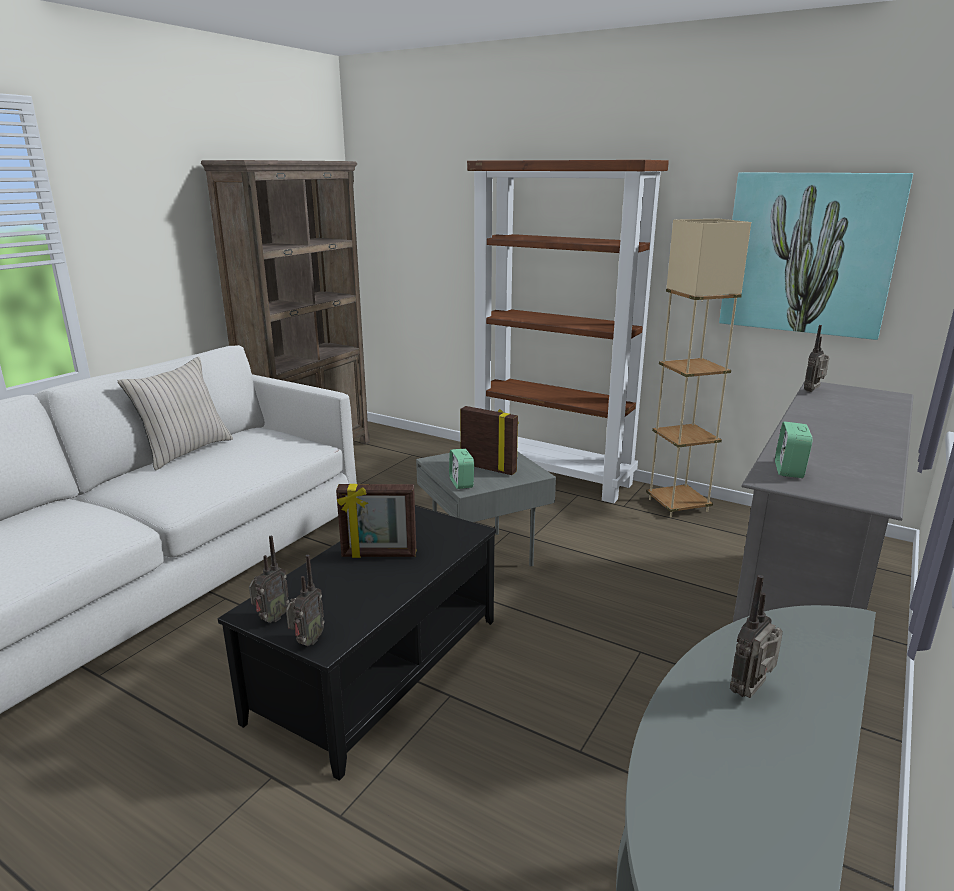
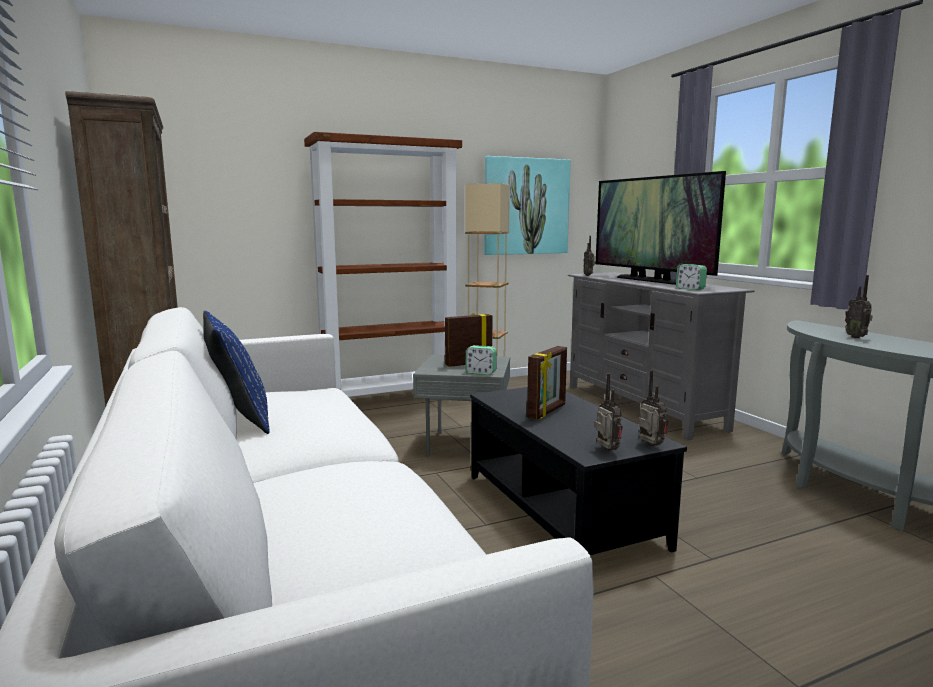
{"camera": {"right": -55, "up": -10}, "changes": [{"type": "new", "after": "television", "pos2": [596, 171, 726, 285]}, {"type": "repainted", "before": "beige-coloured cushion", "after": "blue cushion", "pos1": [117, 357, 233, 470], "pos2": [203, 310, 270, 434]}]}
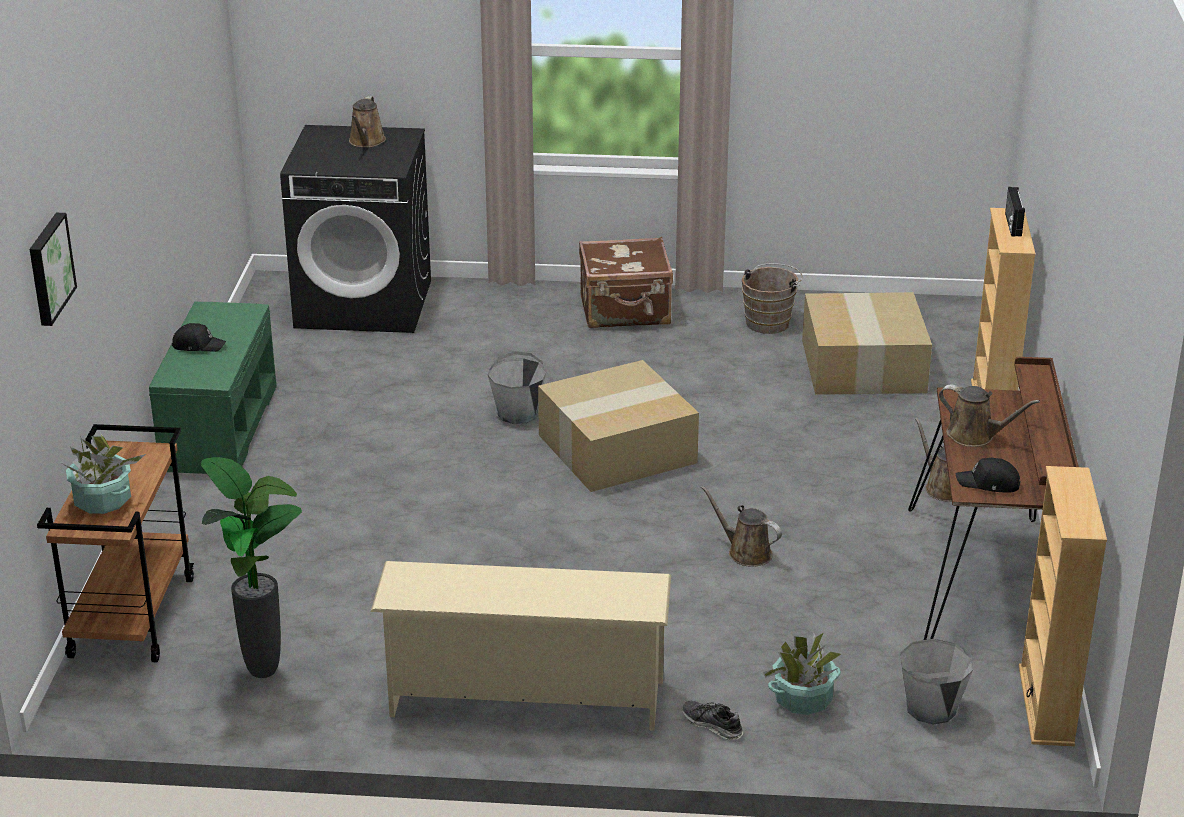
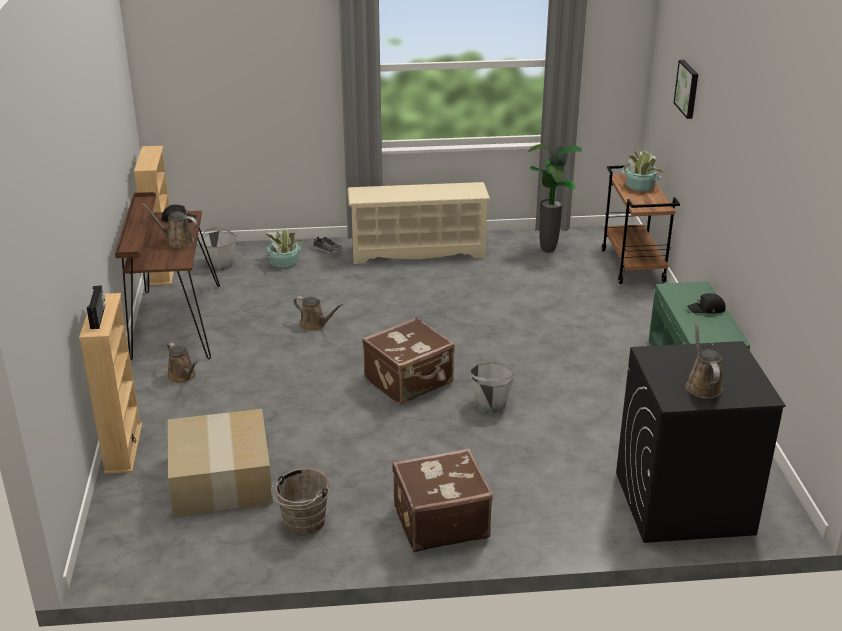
{"camera": {"right": 170, "up": 0}, "changes": [{"type": "swapped", "before": "cardboard box", "after": "brown-coloured travel case", "pos1": [538, 360, 699, 492], "pos2": [362, 317, 455, 405]}]}
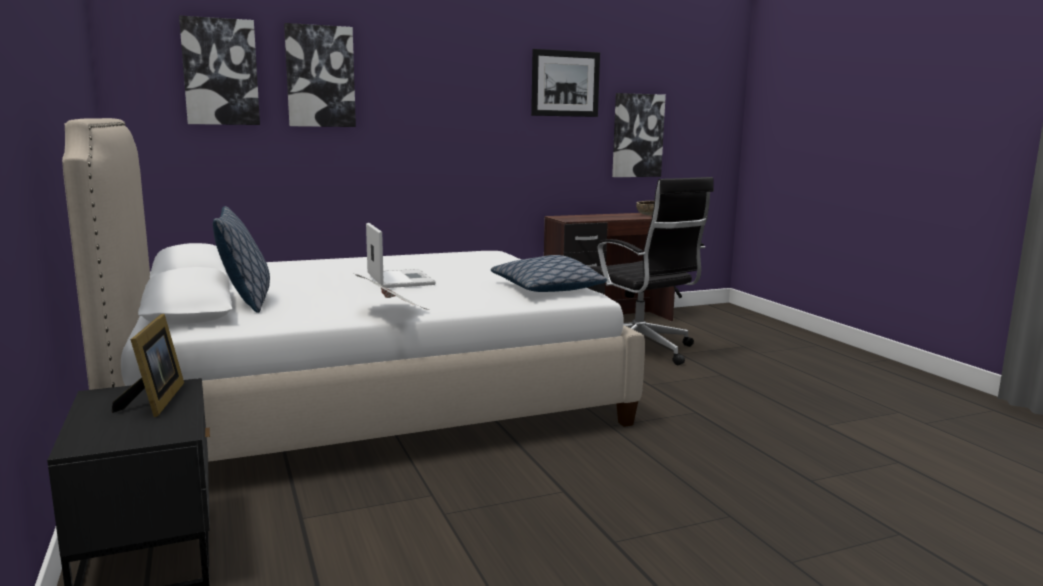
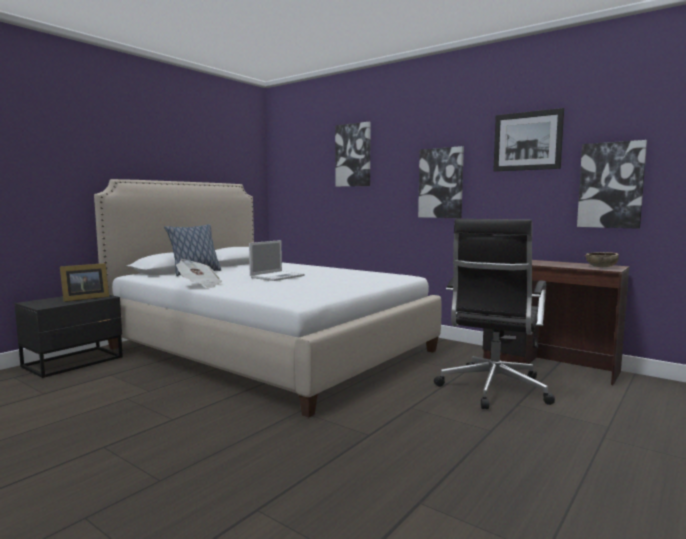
{"camera": {"right": 60, "up": -5}, "changes": [{"type": "gone", "before": "cushion", "pos1": [491, 255, 607, 292]}, {"type": "shifted", "before": "wall art", "pos1": [179, 15, 260, 125], "pos2": [418, 146, 464, 218]}]}
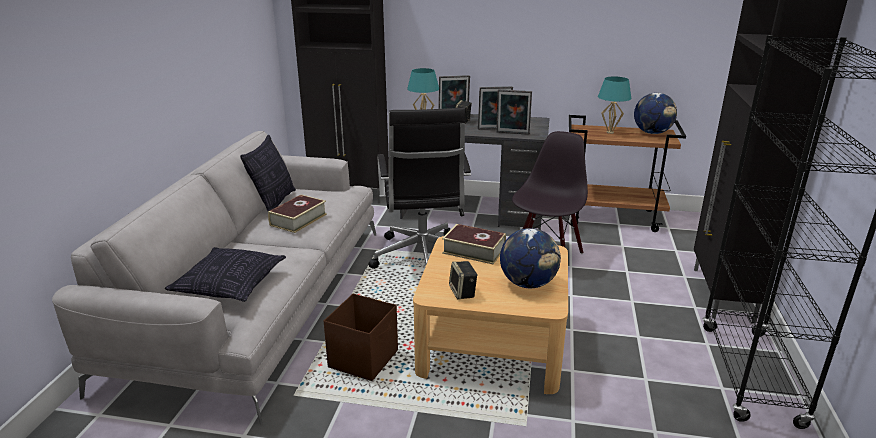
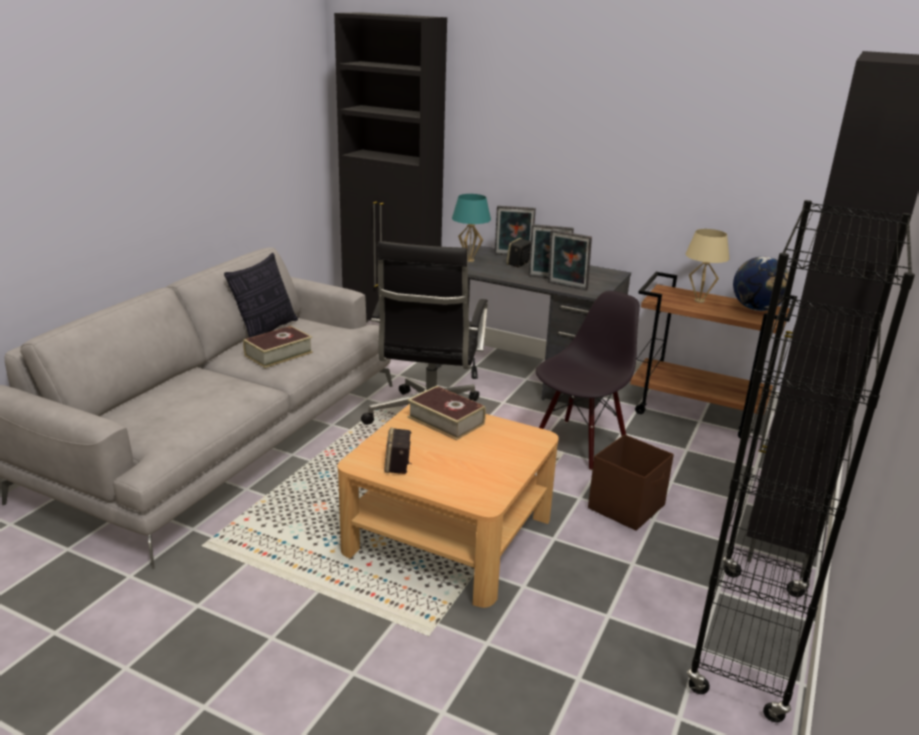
{"camera": {"right": 15, "up": 0}, "changes": [{"type": "gone", "before": "cushion", "pos1": [165, 247, 286, 302]}, {"type": "gone", "before": "globe", "pos1": [500, 228, 561, 288]}, {"type": "shifted", "before": "brown-coloured storage container", "pos1": [324, 294, 398, 381], "pos2": [588, 435, 674, 531]}, {"type": "repainted", "before": "turquoise lamp for a table", "after": "beige-coloured lamp for a table", "pos1": [598, 76, 631, 134], "pos2": [686, 229, 729, 303]}]}
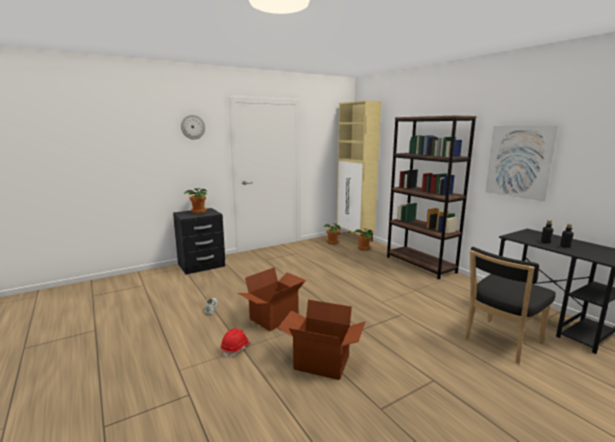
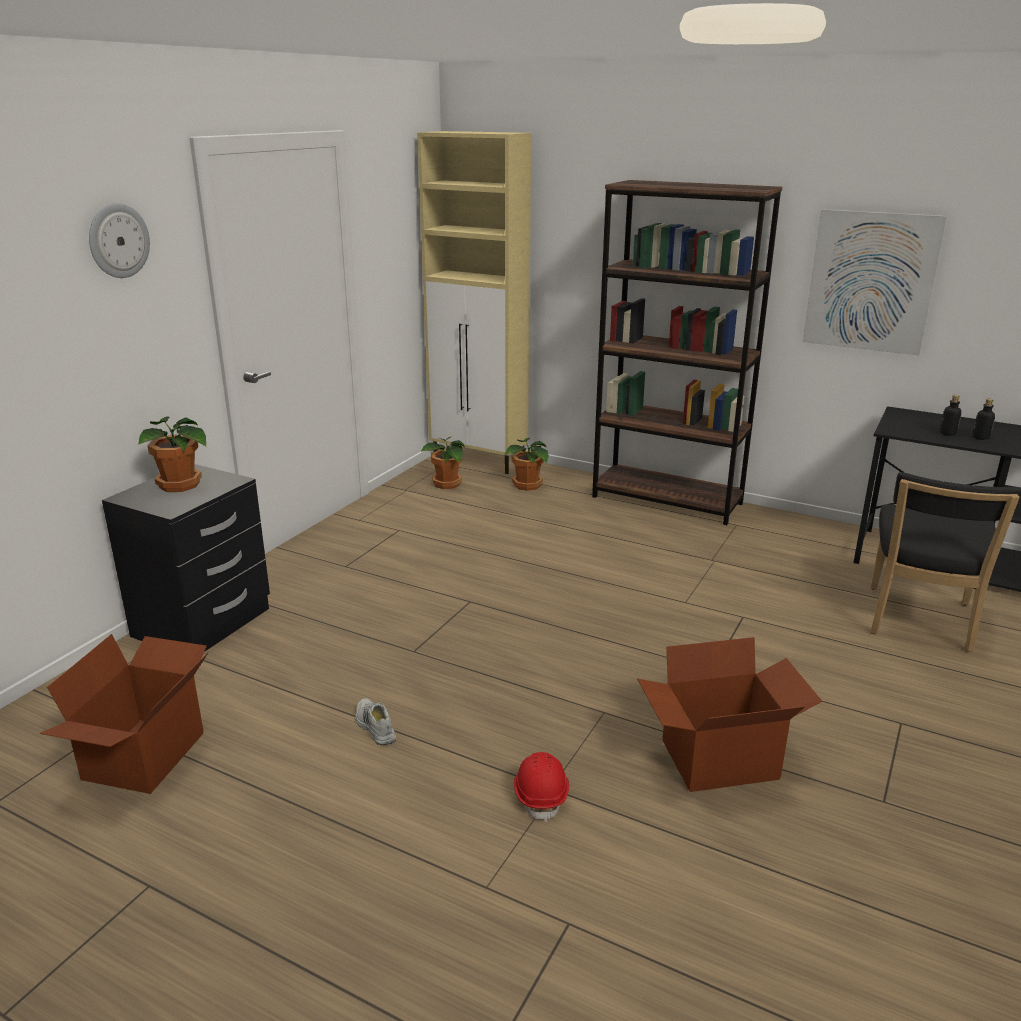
{"camera": {"right": -30, "up": 10}, "changes": [{"type": "shifted", "before": "cardboard box", "pos1": [238, 267, 307, 331], "pos2": [40, 634, 208, 794]}]}
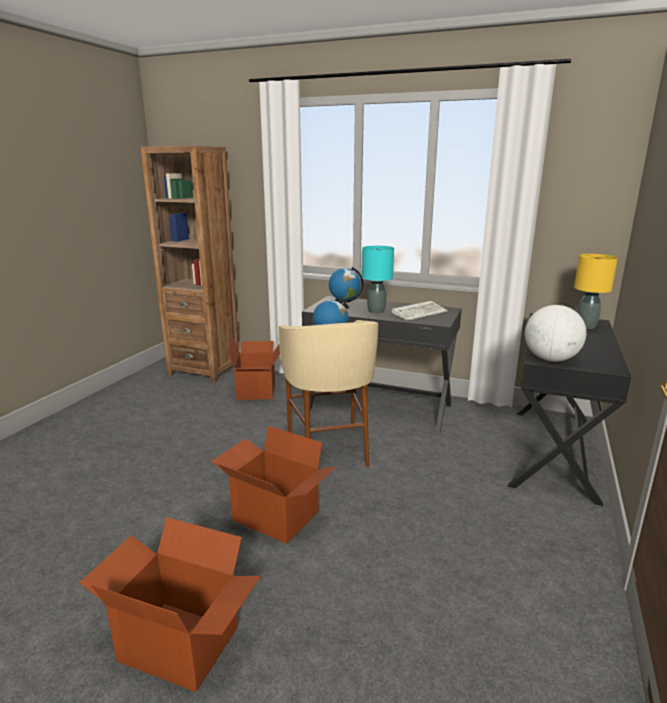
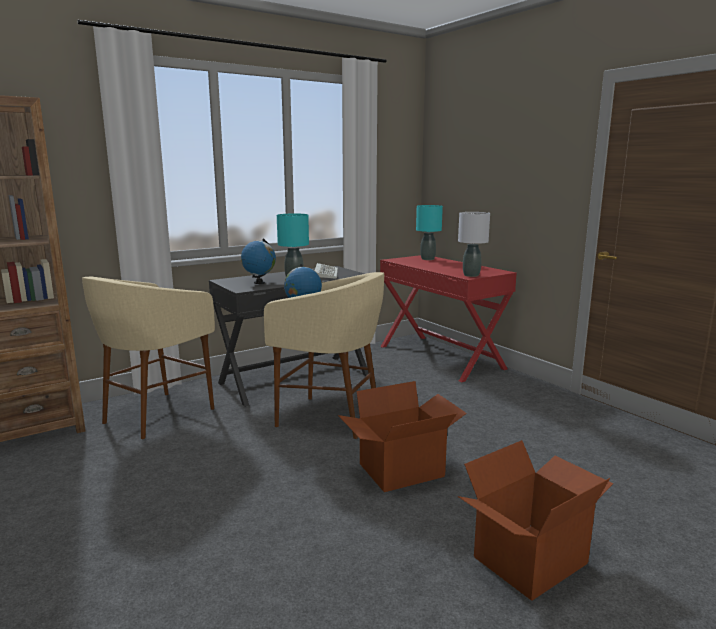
{"camera": {"right": -55, "up": -5}, "changes": [{"type": "swapped", "before": "cardboard box", "after": "beige-coloured stool seat", "pos1": [227, 338, 280, 400], "pos2": [82, 277, 215, 439]}, {"type": "swapped", "before": "globe", "after": "grey lamp for a table", "pos1": [525, 305, 587, 362], "pos2": [458, 212, 490, 277]}, {"type": "repainted", "before": "black desk unit", "after": "reddish desk unit", "pos1": [508, 313, 631, 506], "pos2": [380, 255, 517, 383]}, {"type": "repainted", "before": "yellow lamp for a table", "after": "turquoise lamp for a table", "pos1": [574, 254, 618, 329], "pos2": [416, 205, 443, 260]}]}
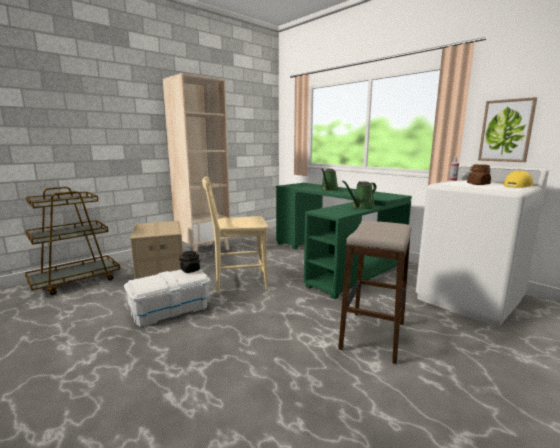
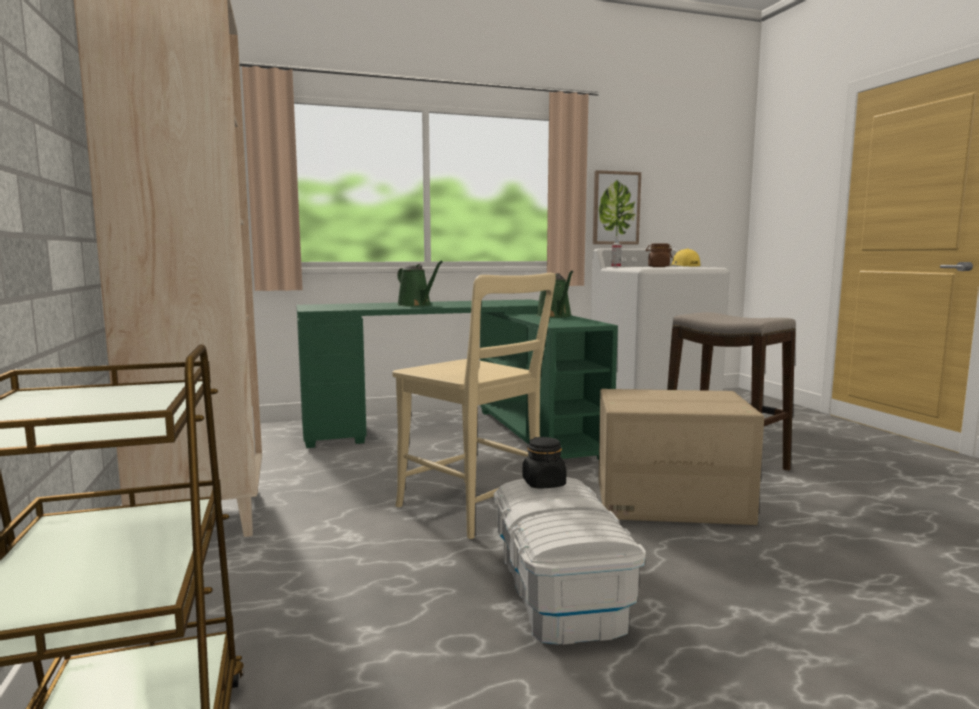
{"camera": {"right": -65, "up": -5}, "changes": [{"type": "shifted", "before": "cardboard box", "pos1": [130, 221, 183, 279], "pos2": [598, 389, 764, 525]}, {"type": "rotated", "before": "beige-coloured chair", "pos1": [202, 176, 269, 293], "pos2": [392, 273, 556, 539], "turn": -60}]}
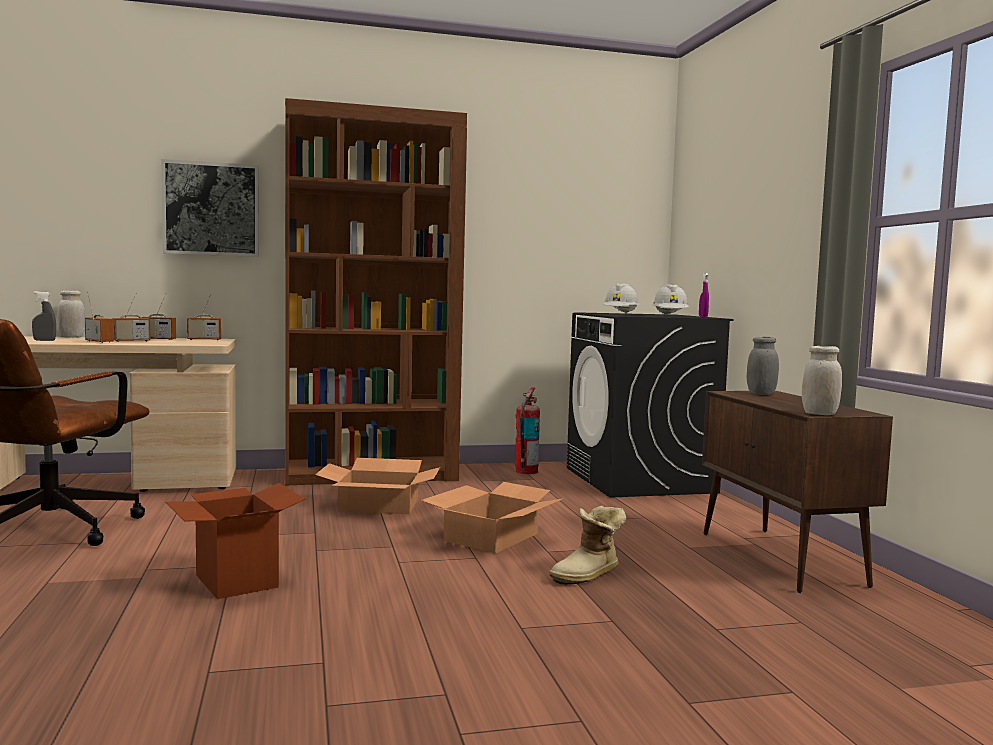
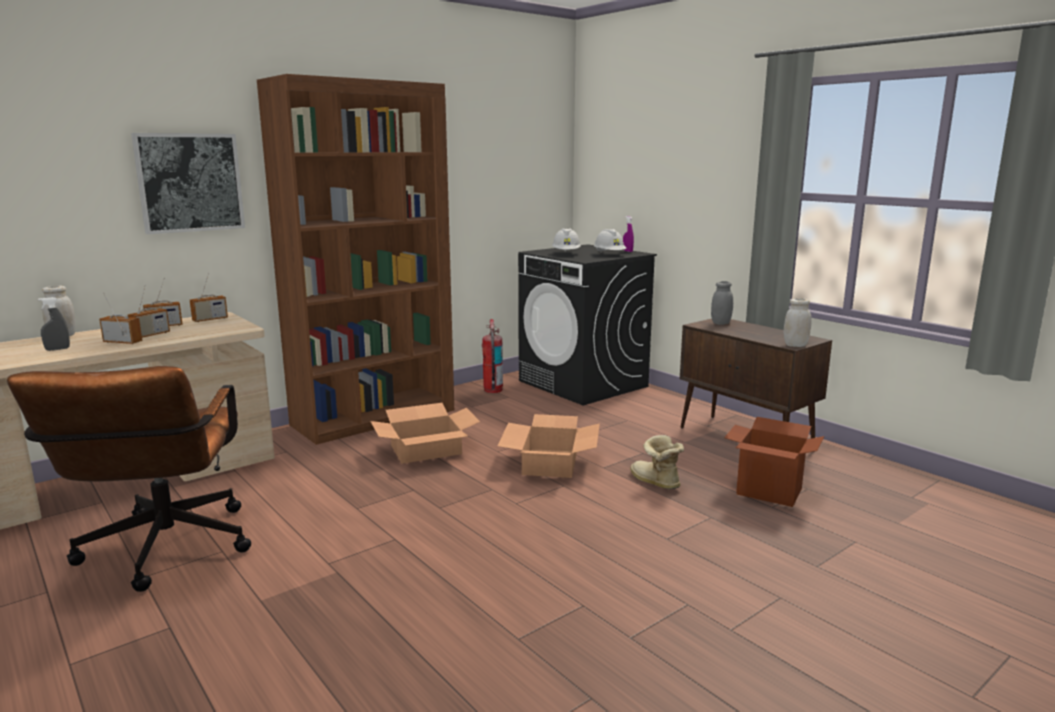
{"camera": {"right": -25, "up": 10}, "changes": [{"type": "shifted", "before": "cardboard box", "pos1": [165, 483, 306, 599], "pos2": [724, 417, 824, 507]}, {"type": "rotated", "before": "boot", "pos1": [549, 505, 626, 585], "pos2": [630, 435, 684, 490], "turn": 120}]}
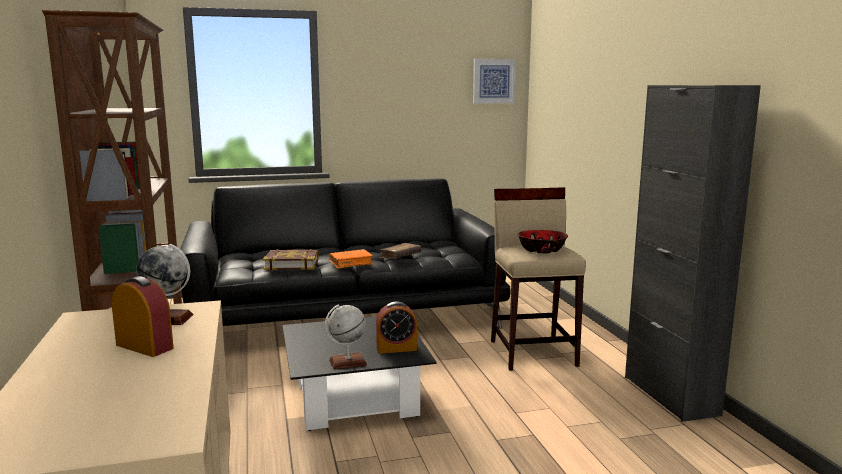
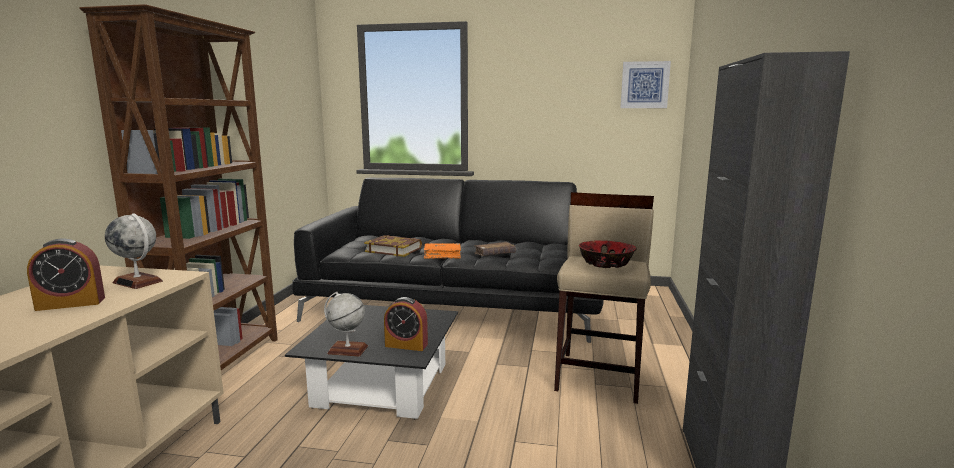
{"camera": {"right": 25, "up": 0}, "changes": [{"type": "rotated", "before": "table clock", "pos1": [112, 276, 174, 357], "pos2": [27, 238, 105, 311], "turn": 105}]}
